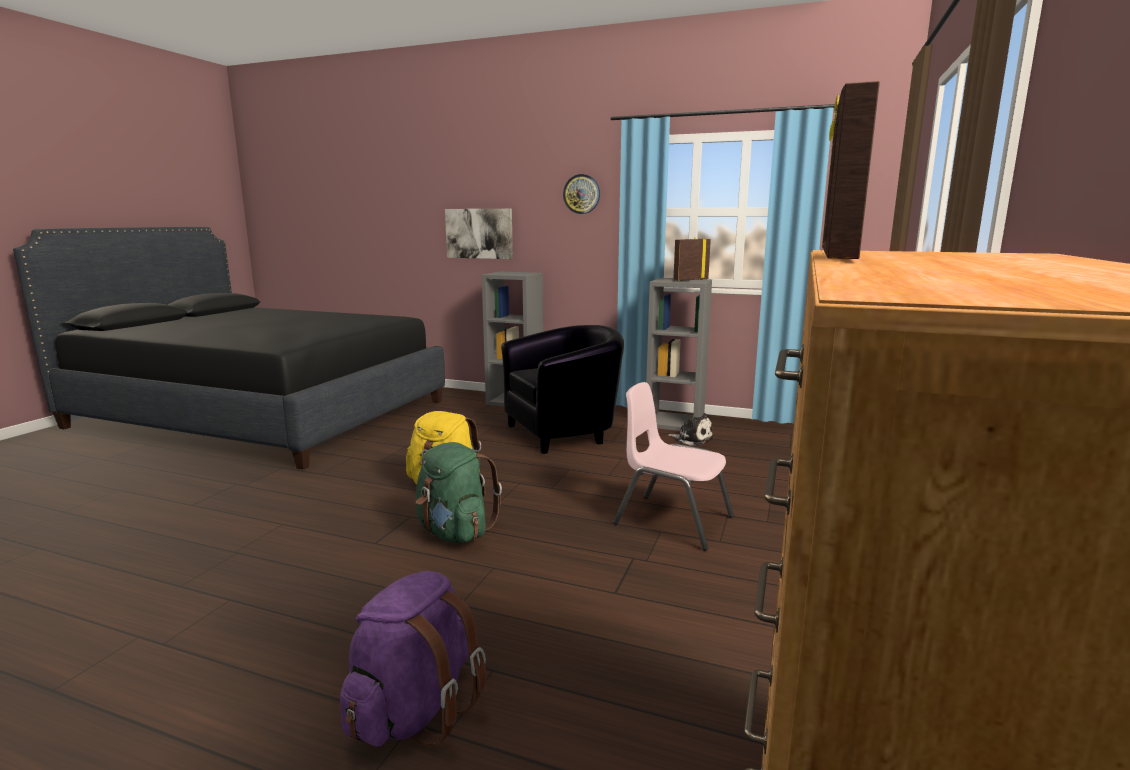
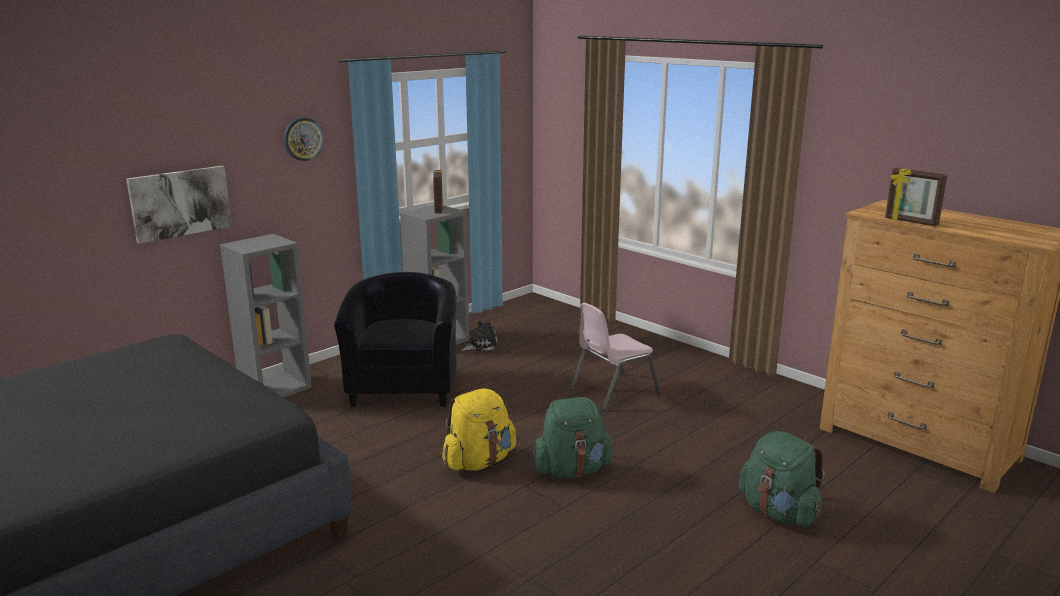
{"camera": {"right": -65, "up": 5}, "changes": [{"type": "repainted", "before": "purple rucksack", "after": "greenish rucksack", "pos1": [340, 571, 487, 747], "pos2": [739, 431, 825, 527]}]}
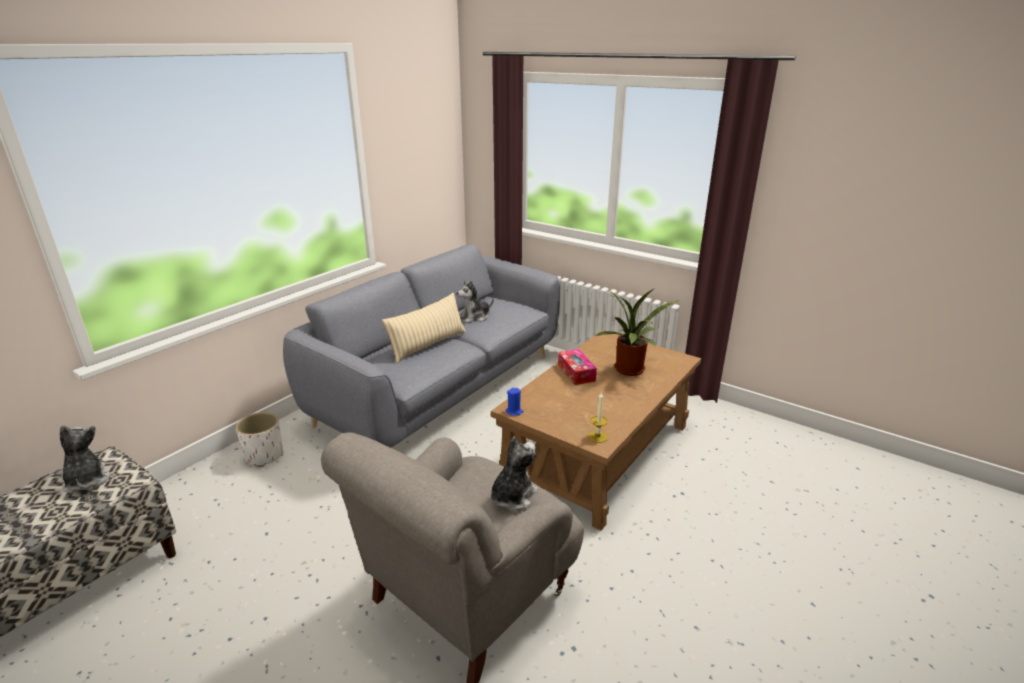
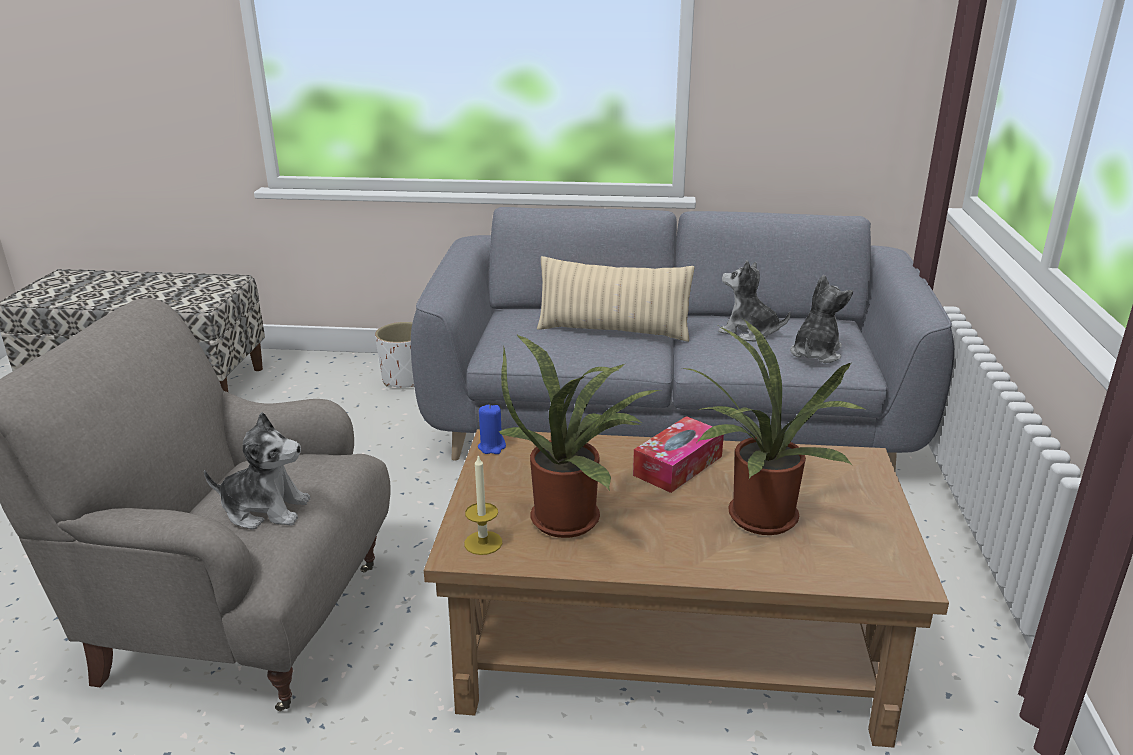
{"camera": {"right": 60, "up": 0}, "changes": [{"type": "new", "after": "plant in a pot", "pos2": [499, 335, 661, 538]}, {"type": "shifted", "before": "plush toy", "pos1": [60, 425, 110, 493], "pos2": [790, 275, 853, 363]}]}
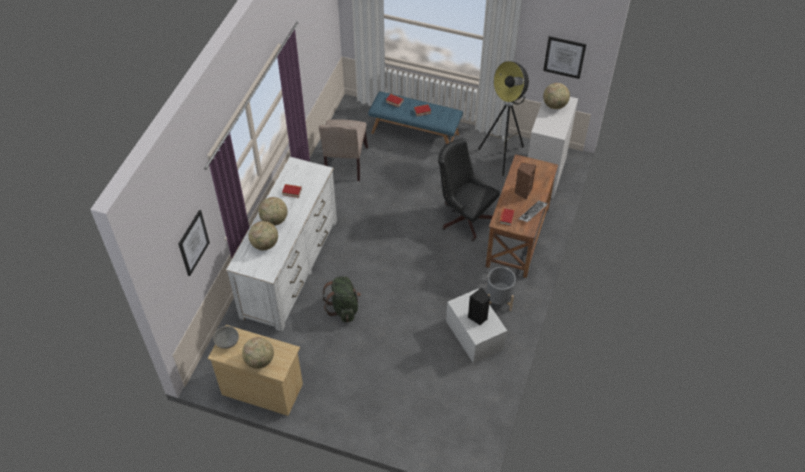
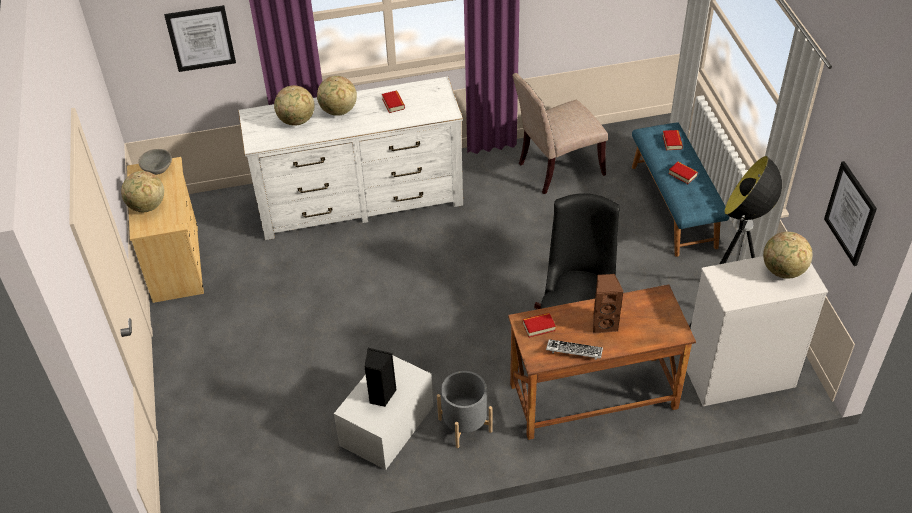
{"camera": {"right": 60, "up": -5}, "changes": [{"type": "gone", "before": "greenish rucksack", "pos1": [322, 276, 361, 322]}]}
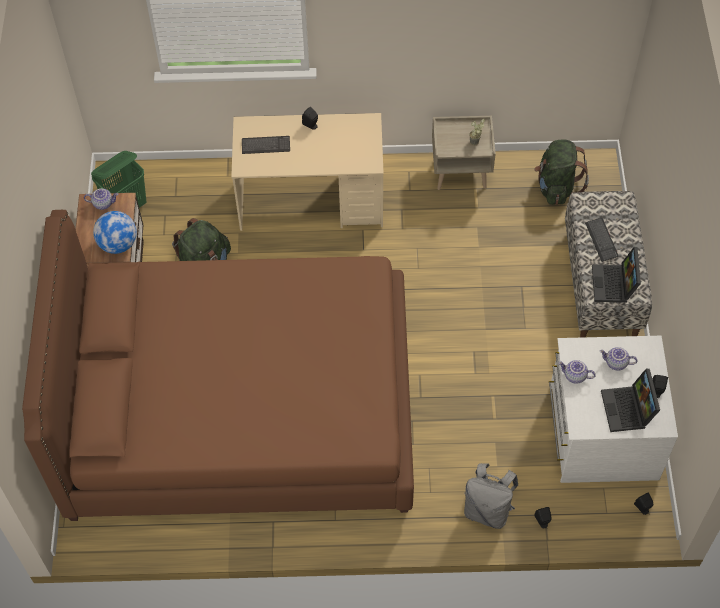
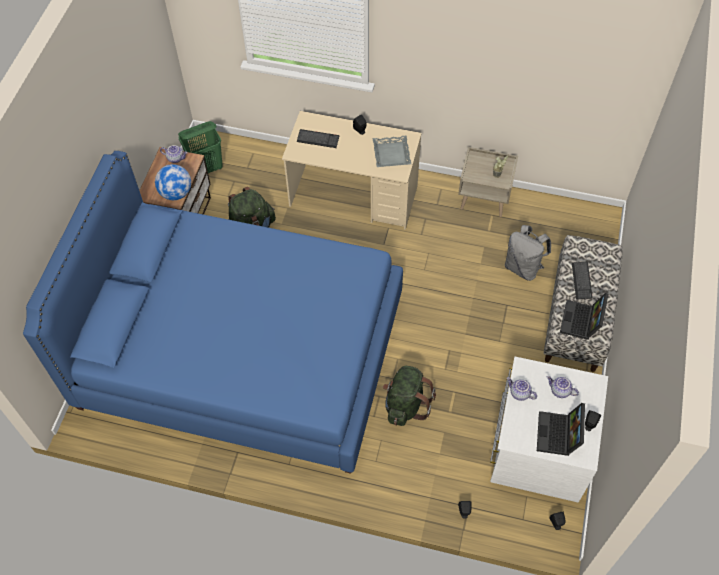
{"camera": {"right": 15, "up": 0}, "changes": [{"type": "new", "after": "grey serving tray", "pos2": [372, 135, 411, 167]}, {"type": "shifted", "before": "grey rucksack", "pos1": [464, 463, 518, 529], "pos2": [505, 225, 551, 281]}, {"type": "shifted", "before": "greenish rucksack", "pos1": [534, 139, 589, 205], "pos2": [383, 366, 436, 426]}, {"type": "repainted", "before": "brown-coloured bed", "after": "blue bed", "pos1": [22, 210, 414, 521], "pos2": [23, 151, 403, 474]}]}
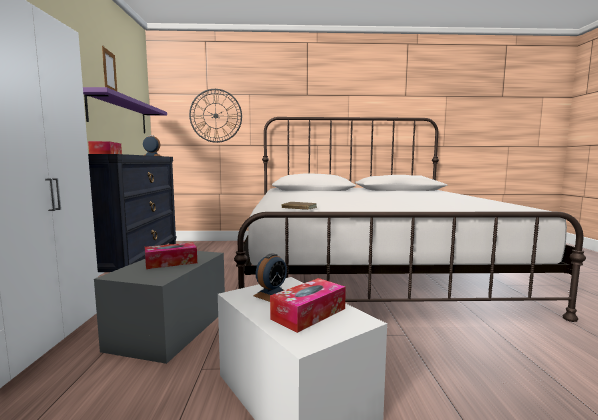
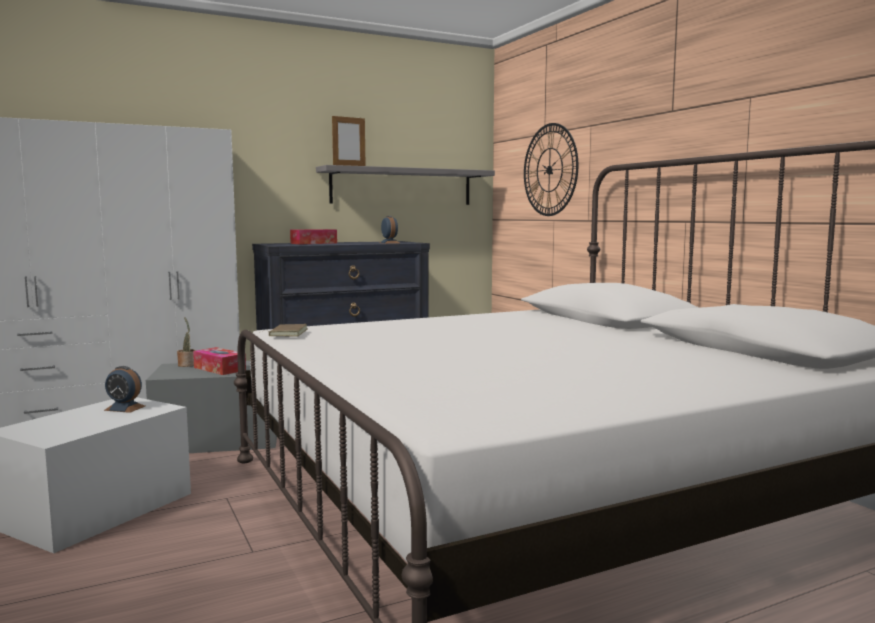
{"camera": {"right": 65, "up": 0}, "changes": [{"type": "gone", "before": "box of tissues", "pos1": [270, 278, 346, 333]}, {"type": "new", "after": "plant in a pot", "pos2": [177, 317, 195, 367]}, {"type": "repainted", "before": "purple wall shelf", "after": "grey wall shelf", "pos1": [83, 87, 167, 133], "pos2": [316, 165, 495, 205]}]}
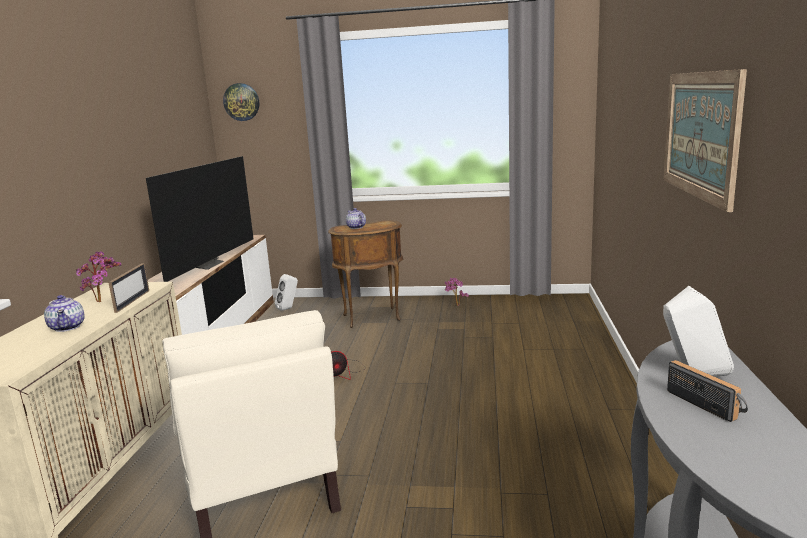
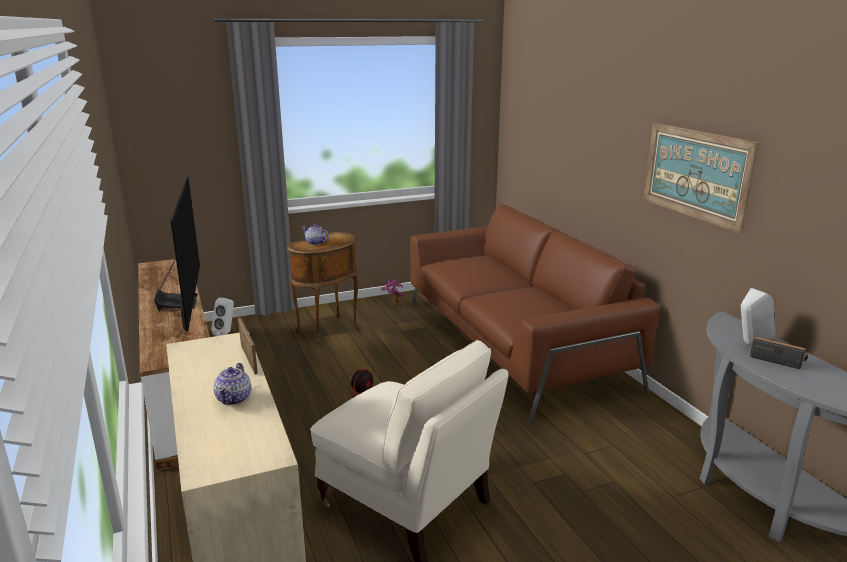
{"camera": {"right": -30, "up": 5}, "changes": [{"type": "gone", "before": "plant in a pot", "pos1": [76, 251, 121, 302]}, {"type": "gone", "before": "wall clock", "pos1": [223, 83, 259, 121]}, {"type": "new", "after": "brown-coloured settee", "pos2": [410, 204, 660, 423]}, {"type": "rotated", "before": "tea pot", "pos1": [44, 295, 85, 332], "pos2": [214, 363, 251, 405], "turn": 60}]}
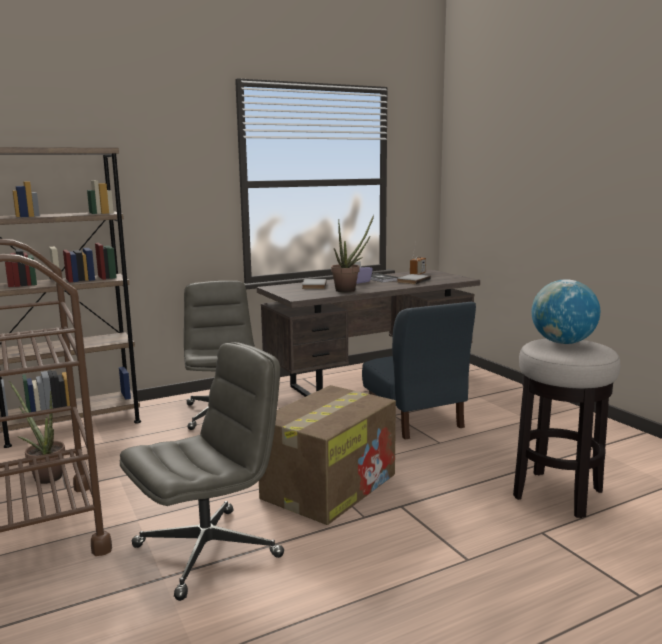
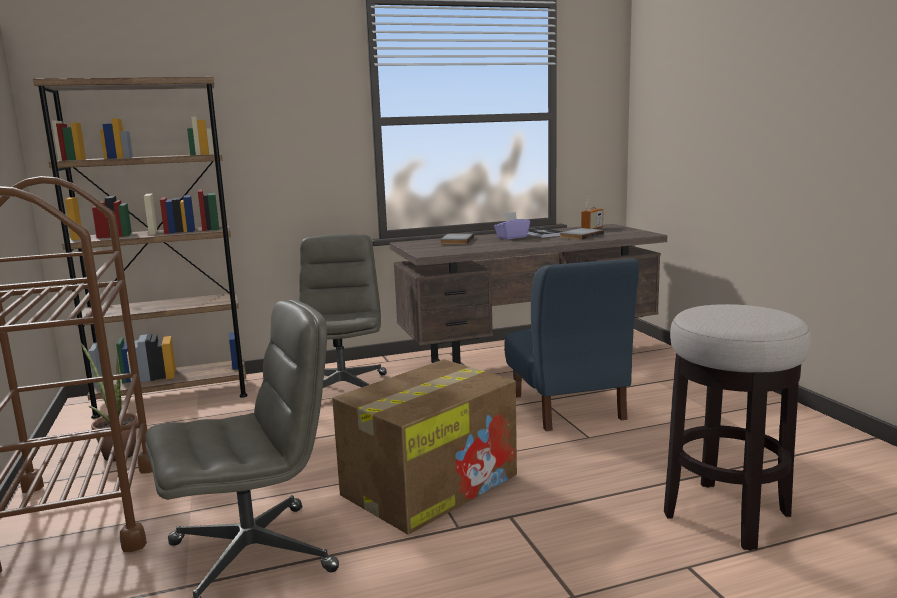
{"camera": {"right": 10, "up": 0}, "changes": [{"type": "gone", "before": "plant in a pot", "pos1": [331, 215, 374, 292]}, {"type": "gone", "before": "globe", "pos1": [532, 279, 600, 344]}]}
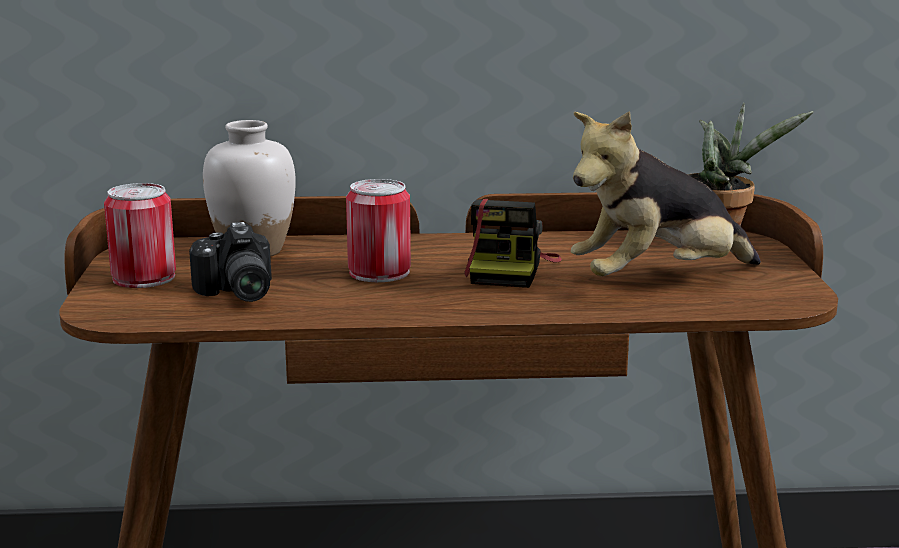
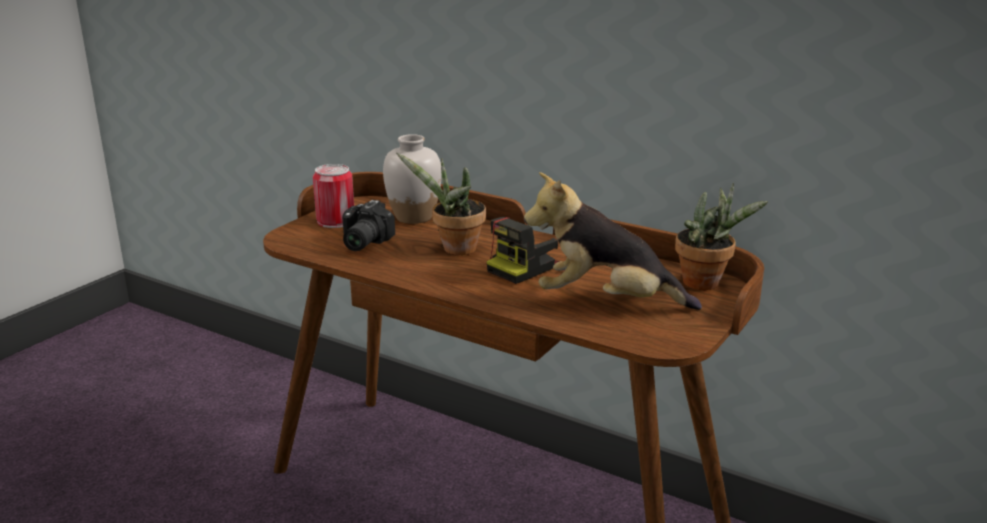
{"camera": {"right": 35, "up": 5}, "changes": [{"type": "swapped", "before": "metal can", "after": "plant in a pot", "pos1": [346, 179, 411, 282], "pos2": [396, 152, 486, 255]}]}
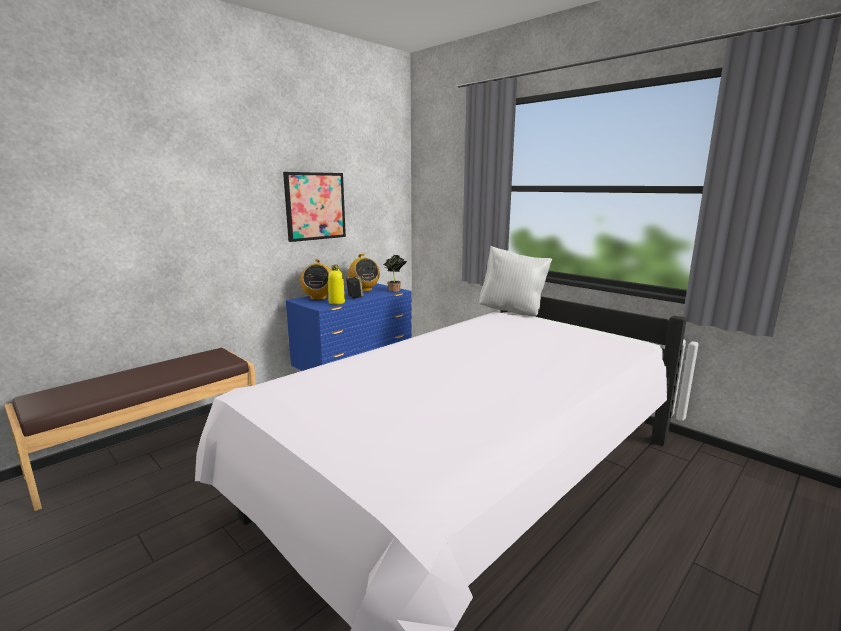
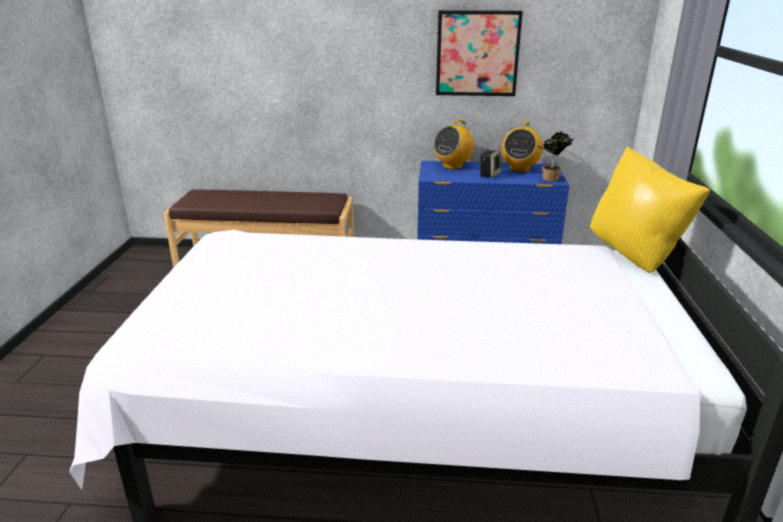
{"camera": {"right": 50, "up": 10}, "changes": [{"type": "gone", "before": "yellow beverage bottle", "pos1": [328, 265, 345, 305]}, {"type": "repainted", "before": "white cushion", "after": "yellow cushion", "pos1": [479, 246, 552, 317], "pos2": [590, 146, 710, 273]}]}
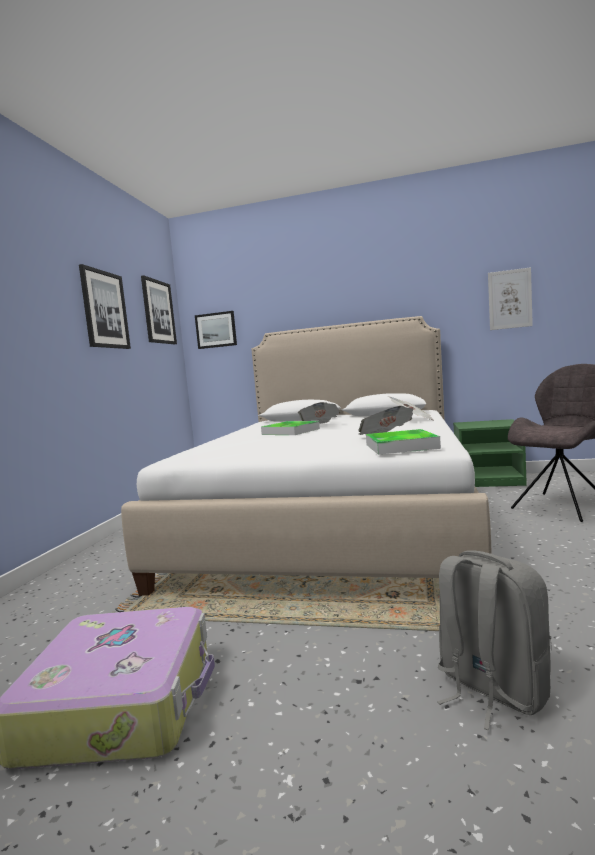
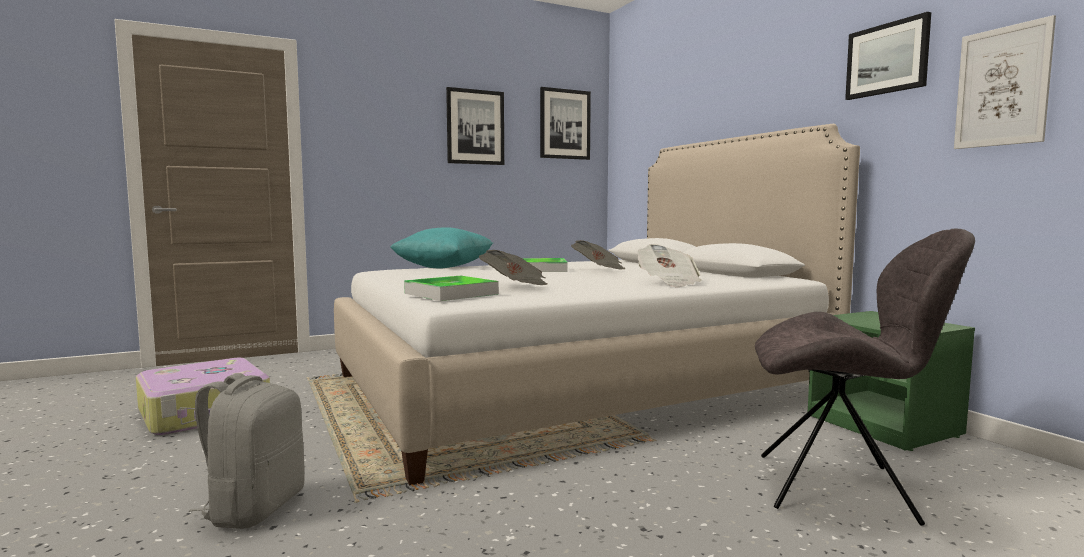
{"camera": {"right": 50, "up": 0}, "changes": [{"type": "new", "after": "turquoise cushion", "pos2": [390, 227, 493, 269]}, {"type": "shifted", "before": "wall art", "pos1": [195, 311, 237, 349], "pos2": [845, 12, 931, 100]}]}
